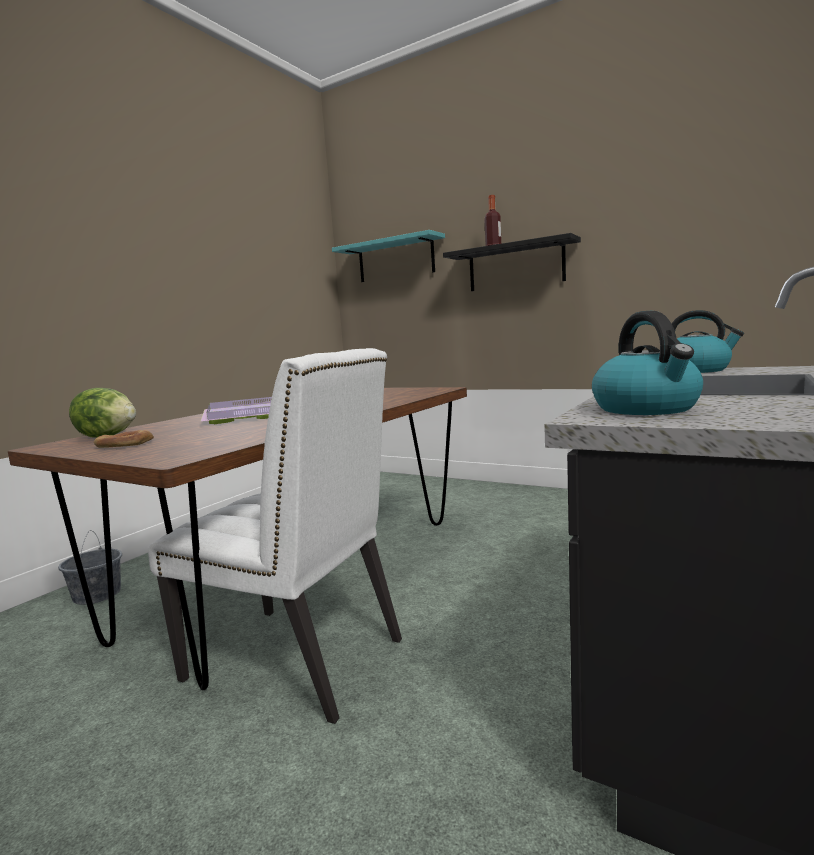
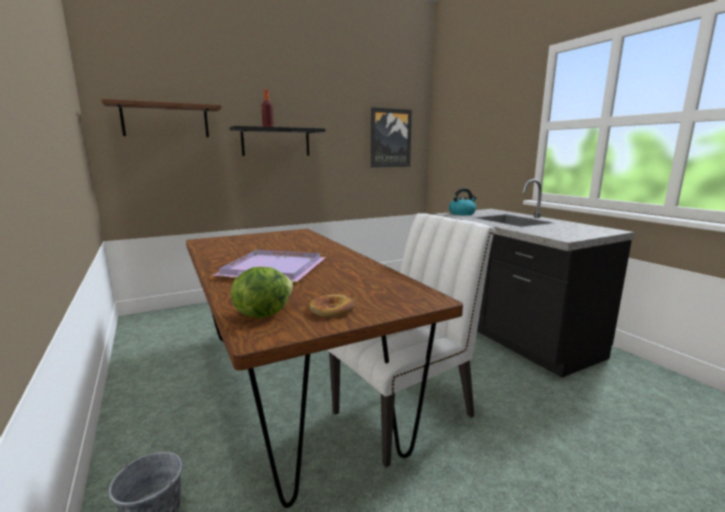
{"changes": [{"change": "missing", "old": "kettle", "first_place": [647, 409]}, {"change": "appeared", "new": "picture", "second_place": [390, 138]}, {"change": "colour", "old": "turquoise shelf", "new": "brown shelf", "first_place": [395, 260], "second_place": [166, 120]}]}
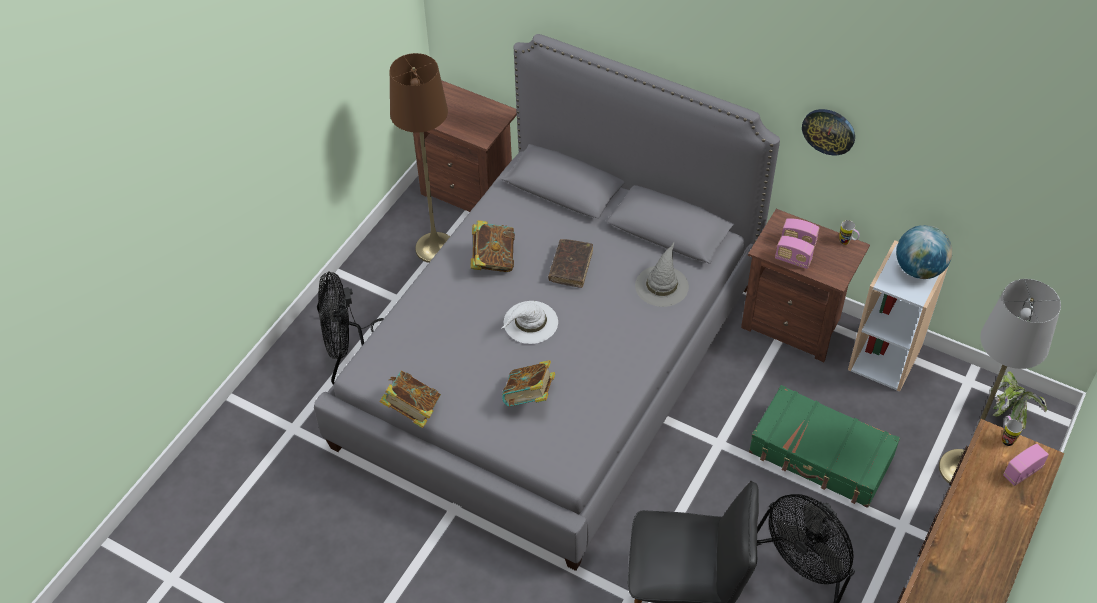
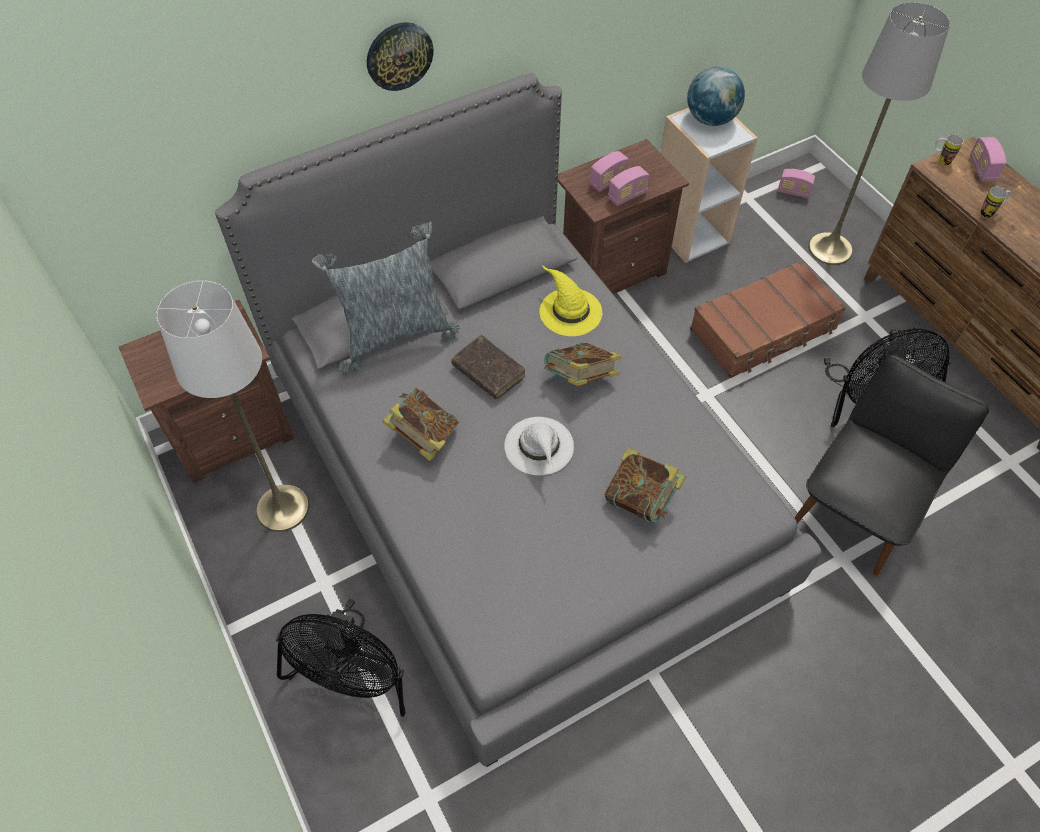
{"changes": [{"change": "appeared", "new": "pillow", "second_place": [394, 340]}, {"change": "relocated", "old": "book", "first_place": [412, 410], "second_place": [580, 379]}, {"change": "relocated", "old": "wall clock", "first_place": [829, 131], "second_place": [399, 55]}, {"change": "relocated", "old": "mug", "first_place": [847, 243], "second_place": [990, 212]}, {"change": "exchanged", "old": "potted plant", "new": "radio", "first_place": [1009, 413], "second_place": [793, 192]}, {"change": "colour", "old": "brown floor lamp", "new": "white floor lamp", "first_place": [435, 247], "second_place": [282, 508]}, {"change": "colour", "old": "grey hat", "new": "yellow hat", "first_place": [661, 285], "second_place": [569, 311]}, {"change": "colour", "old": "green suitcase", "new": "brown suitcase", "first_place": [821, 455], "second_place": [764, 330]}]}
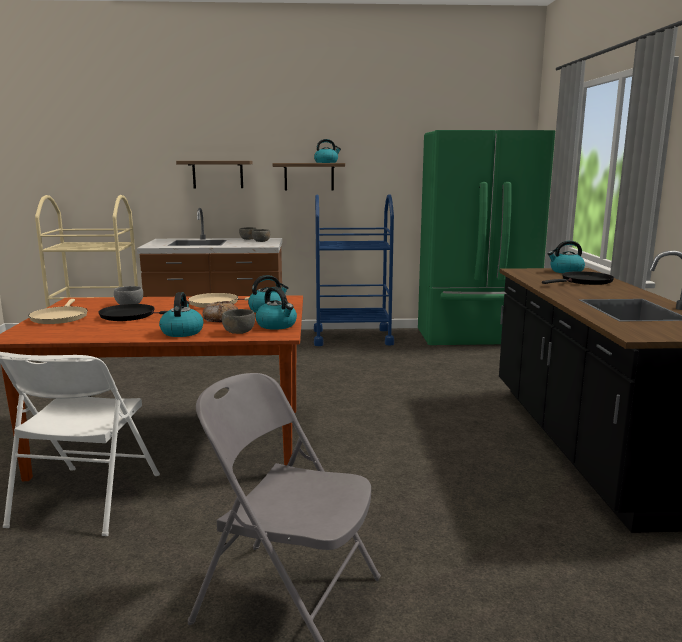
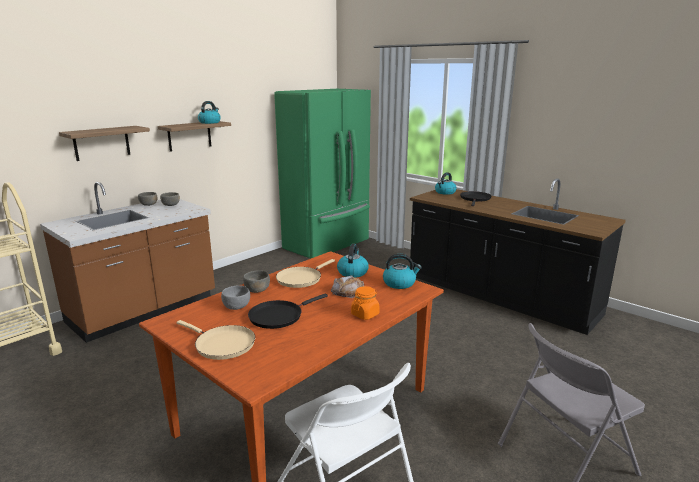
{"changes": [{"change": "missing", "old": "blue cart", "first_place": [352, 337]}, {"change": "relocated", "old": "grey bowl", "first_place": [238, 332], "second_place": [257, 290]}, {"change": "exchanged", "old": "kettle", "new": "orange jar", "first_place": [182, 332], "second_place": [365, 314]}]}
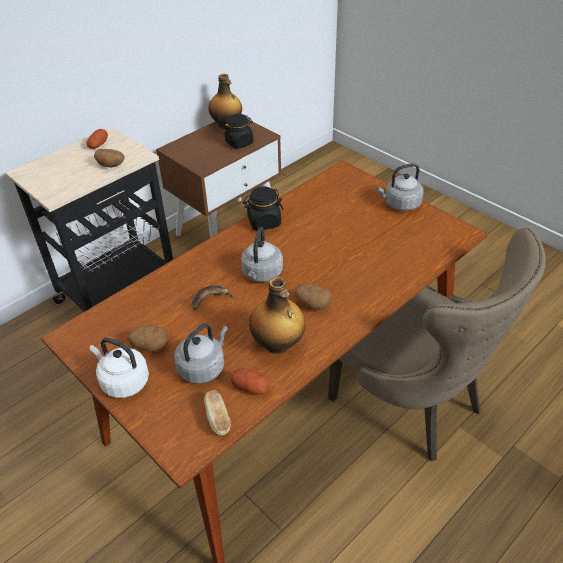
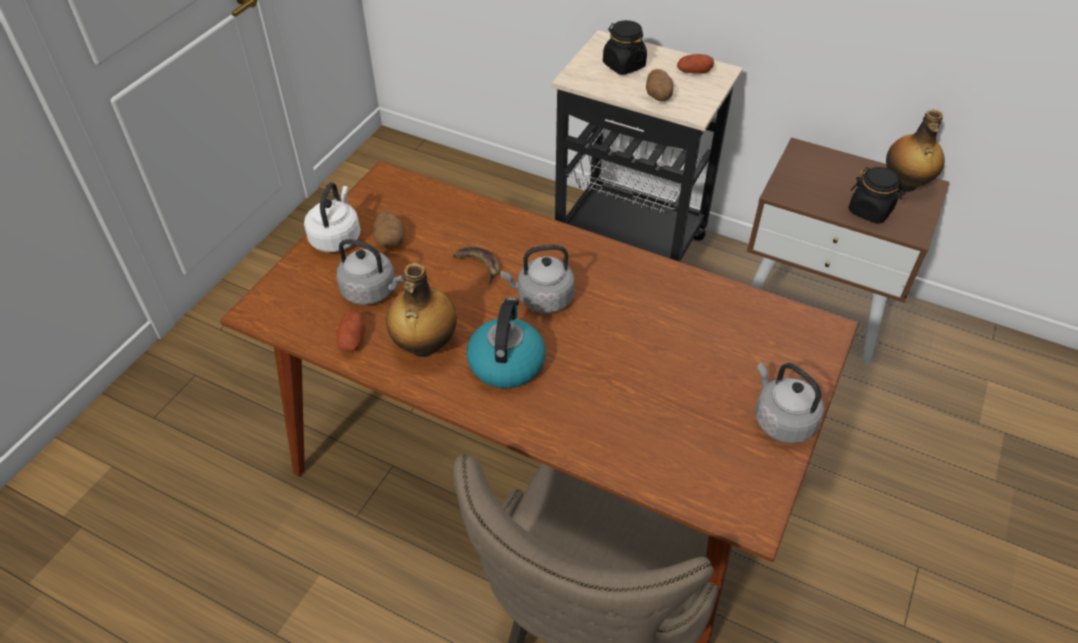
{"changes": [{"change": "missing", "old": "bread", "first_place": [218, 418]}, {"change": "relocated", "old": "black jar", "first_place": [264, 222], "second_place": [623, 65]}, {"change": "exchanged", "old": "potato", "new": "kettle", "first_place": [312, 304], "second_place": [506, 362]}]}
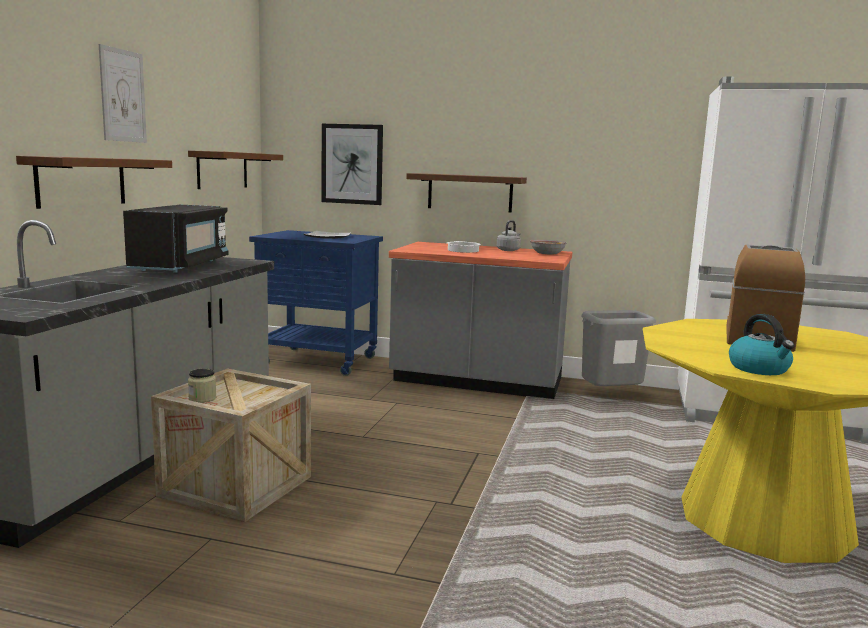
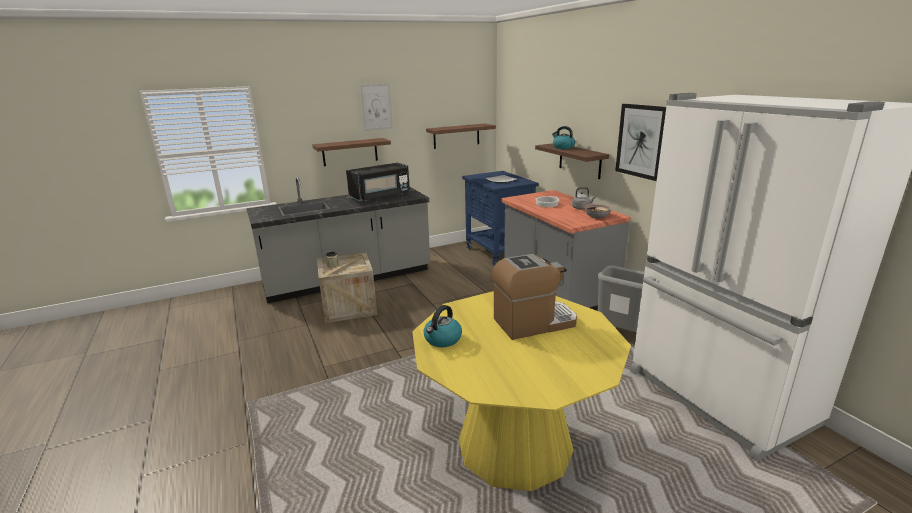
{"changes": [{"change": "appeared", "new": "kettle", "second_place": [563, 147]}, {"change": "relocated", "old": "picture", "first_place": [352, 164], "second_place": [641, 141]}]}
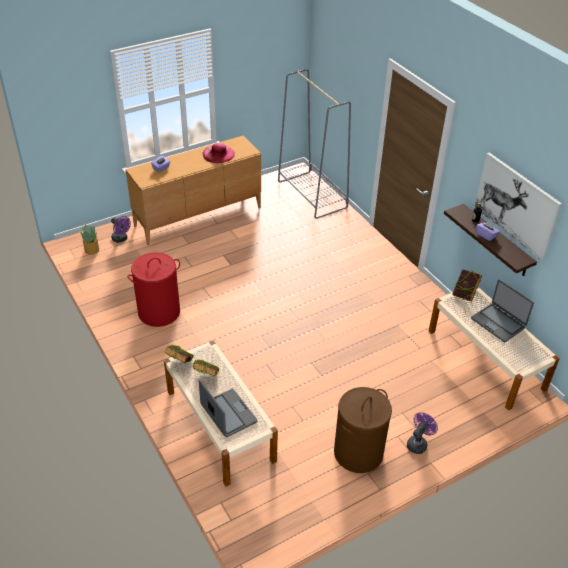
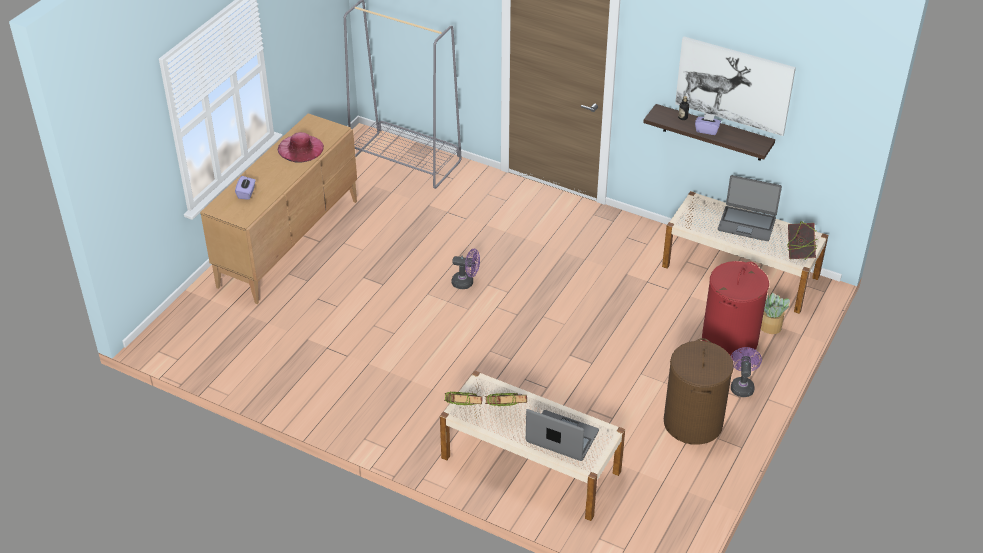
{"changes": [{"change": "relocated", "old": "potted plant", "first_place": [91, 250], "second_place": [770, 327]}, {"change": "relocated", "old": "purple fan", "first_place": [121, 239], "second_place": [466, 282]}, {"change": "relocated", "old": "red laundry basket", "first_place": [159, 312], "second_place": [729, 340]}, {"change": "relocated", "old": "book", "first_place": [464, 295], "second_place": [799, 254]}]}
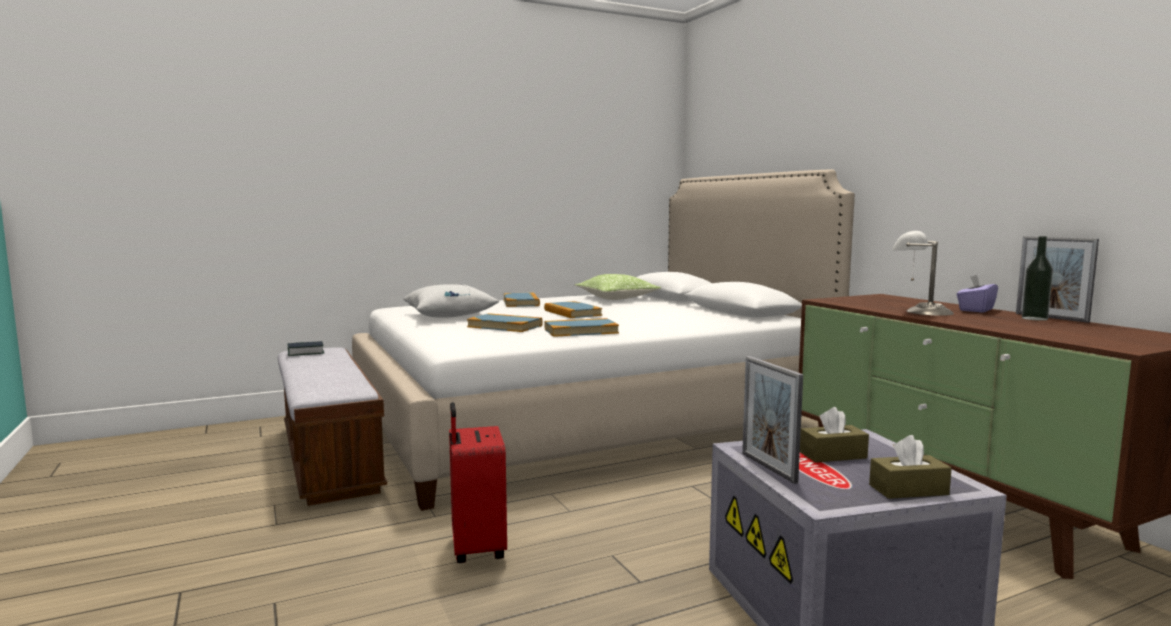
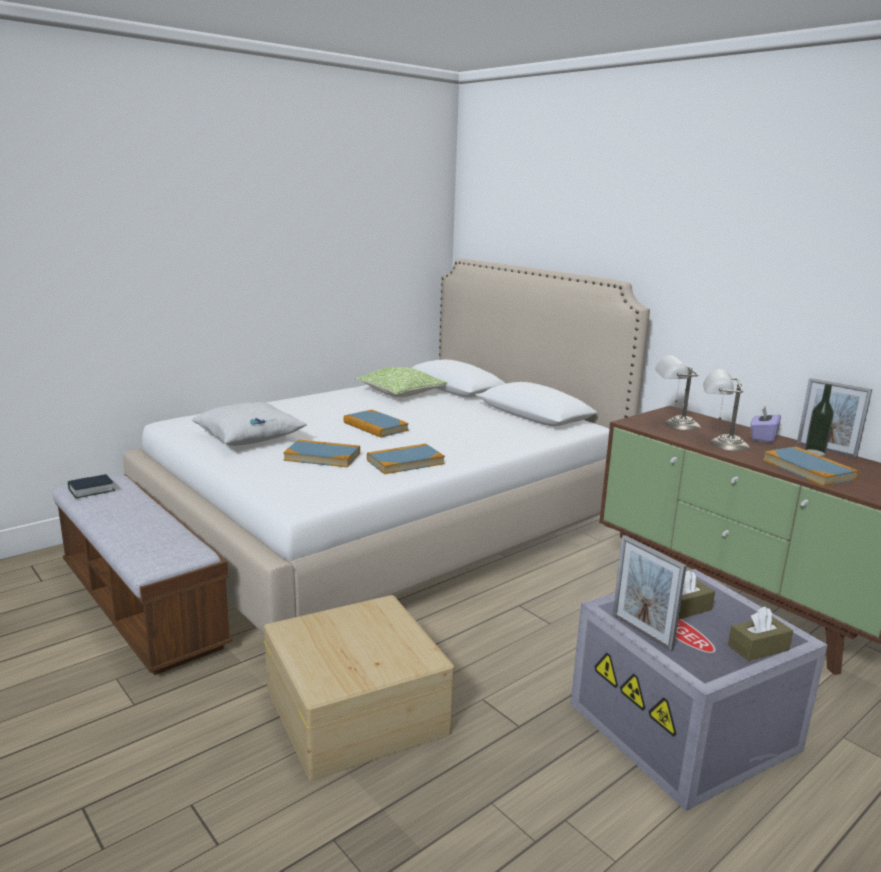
{"changes": [{"change": "appeared", "new": "white table lamp", "second_place": [675, 424]}, {"change": "relocated", "old": "book", "first_place": [521, 302], "second_place": [808, 469]}, {"change": "exchanged", "old": "red suitcase", "new": "beige storage box", "first_place": [476, 549], "second_place": [355, 709]}]}
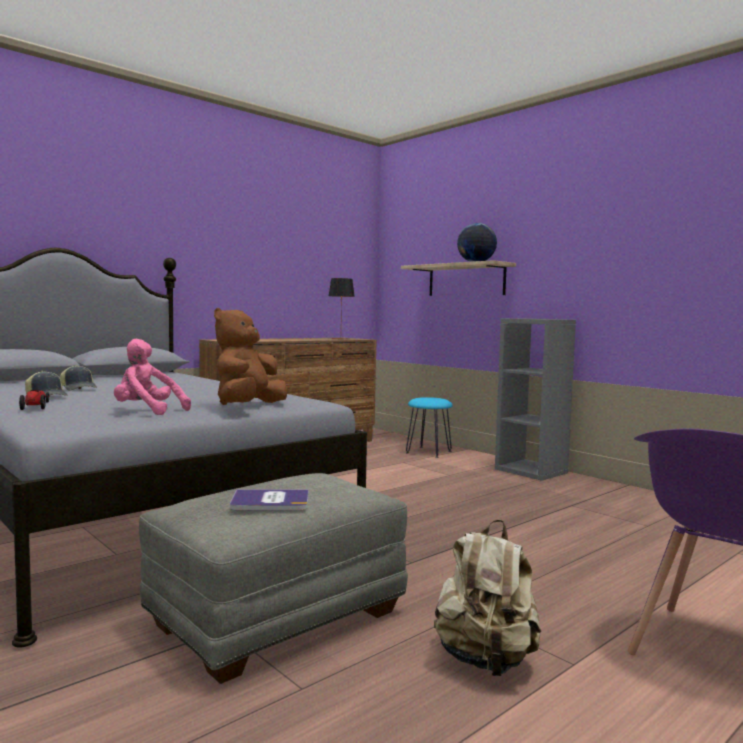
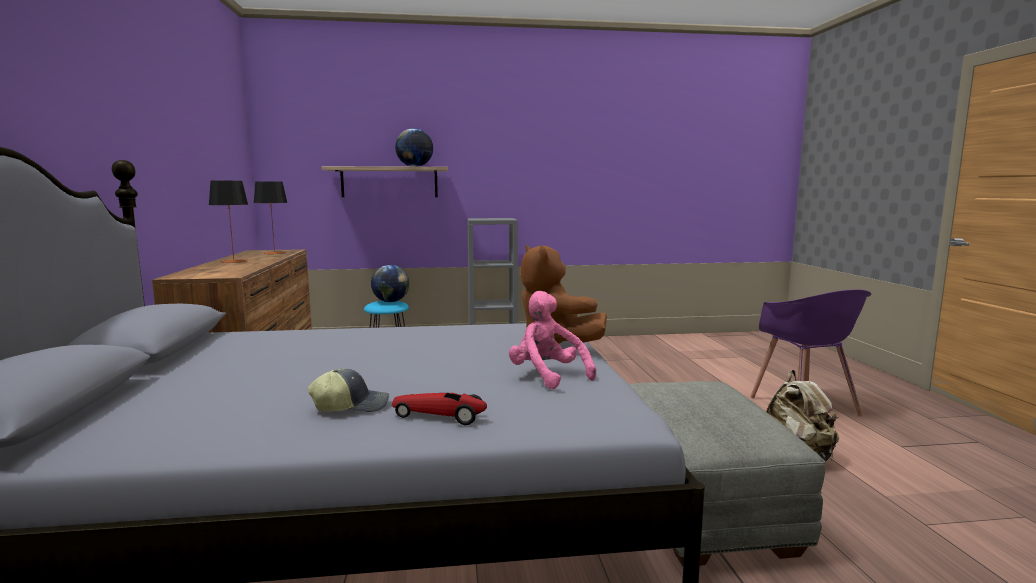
{"changes": [{"change": "missing", "old": "cap", "first_place": [79, 388]}, {"change": "missing", "old": "book", "first_place": [270, 501]}, {"change": "appeared", "new": "table lamp", "second_place": [233, 261]}, {"change": "appeared", "new": "globe", "second_place": [390, 301]}, {"change": "spun", "old": "pink plush toy", "first_place": [147, 412], "second_place": [547, 376], "degrees": 90}]}
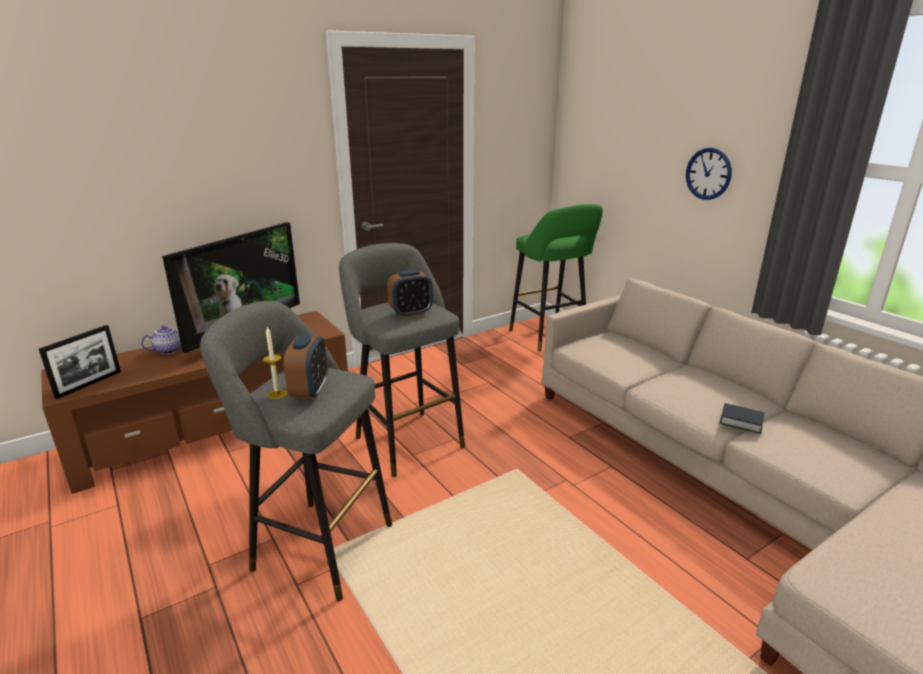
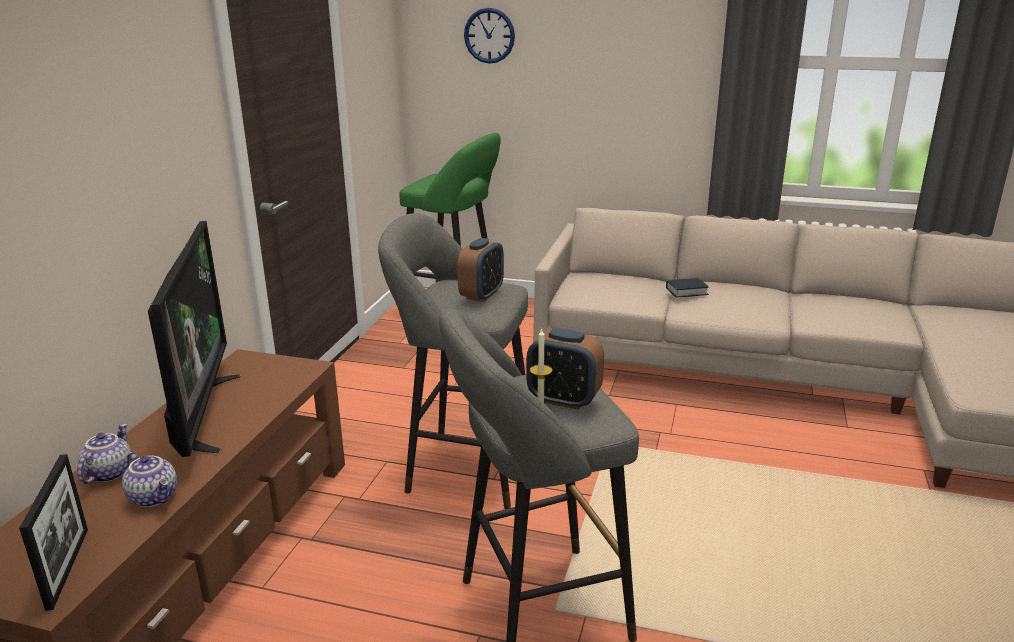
{"changes": [{"change": "appeared", "new": "teapot", "second_place": [155, 497]}, {"change": "relocated", "old": "wall clock", "first_place": [708, 173], "second_place": [489, 35]}, {"change": "relocated", "old": "book", "first_place": [740, 422], "second_place": [686, 291]}, {"change": "spun", "old": "alarm clock", "first_place": [310, 391], "second_place": [564, 400], "degrees": 150}]}
